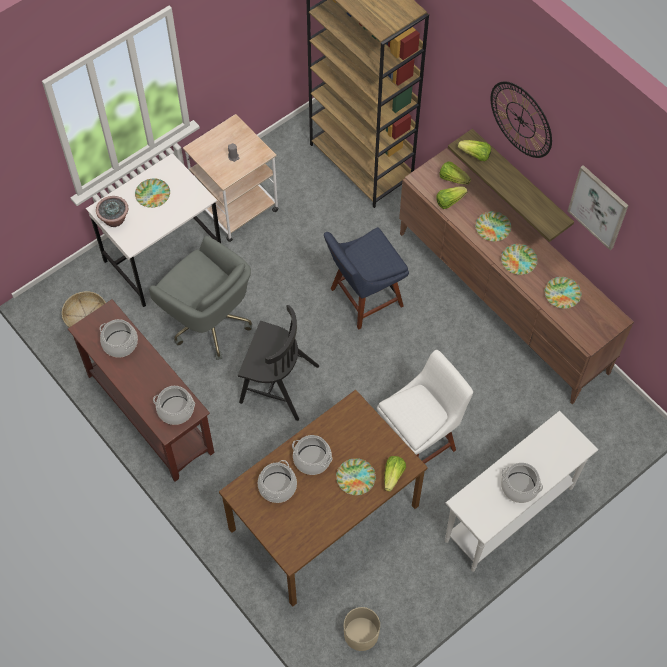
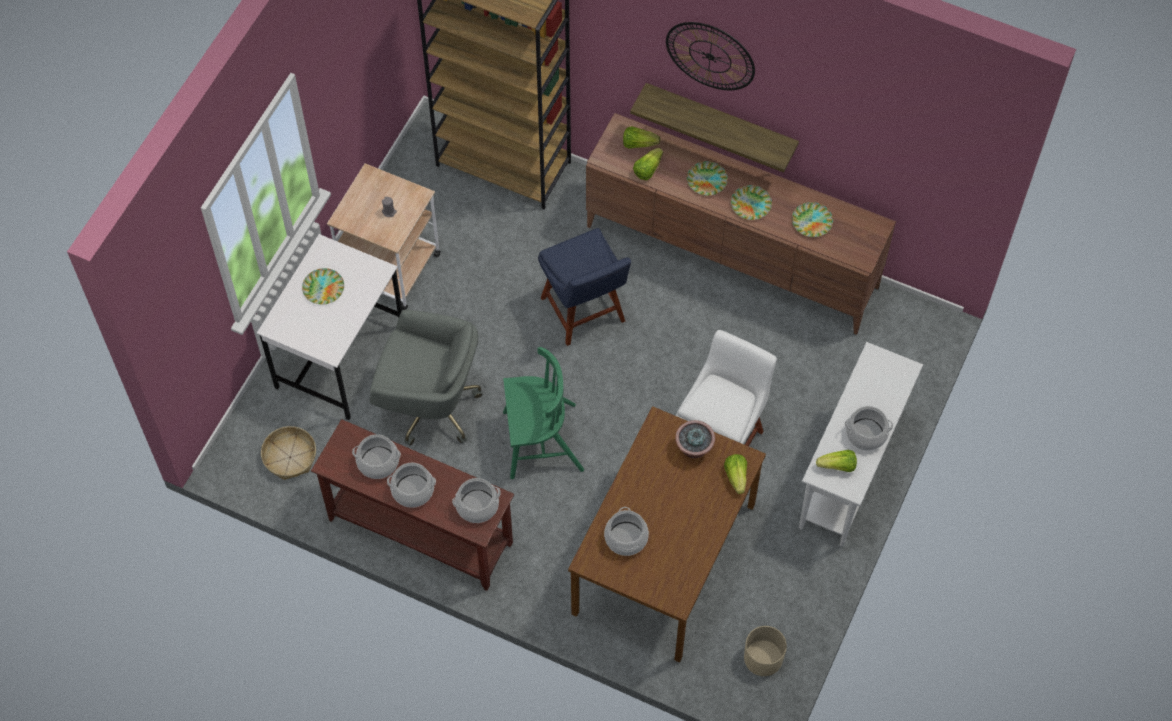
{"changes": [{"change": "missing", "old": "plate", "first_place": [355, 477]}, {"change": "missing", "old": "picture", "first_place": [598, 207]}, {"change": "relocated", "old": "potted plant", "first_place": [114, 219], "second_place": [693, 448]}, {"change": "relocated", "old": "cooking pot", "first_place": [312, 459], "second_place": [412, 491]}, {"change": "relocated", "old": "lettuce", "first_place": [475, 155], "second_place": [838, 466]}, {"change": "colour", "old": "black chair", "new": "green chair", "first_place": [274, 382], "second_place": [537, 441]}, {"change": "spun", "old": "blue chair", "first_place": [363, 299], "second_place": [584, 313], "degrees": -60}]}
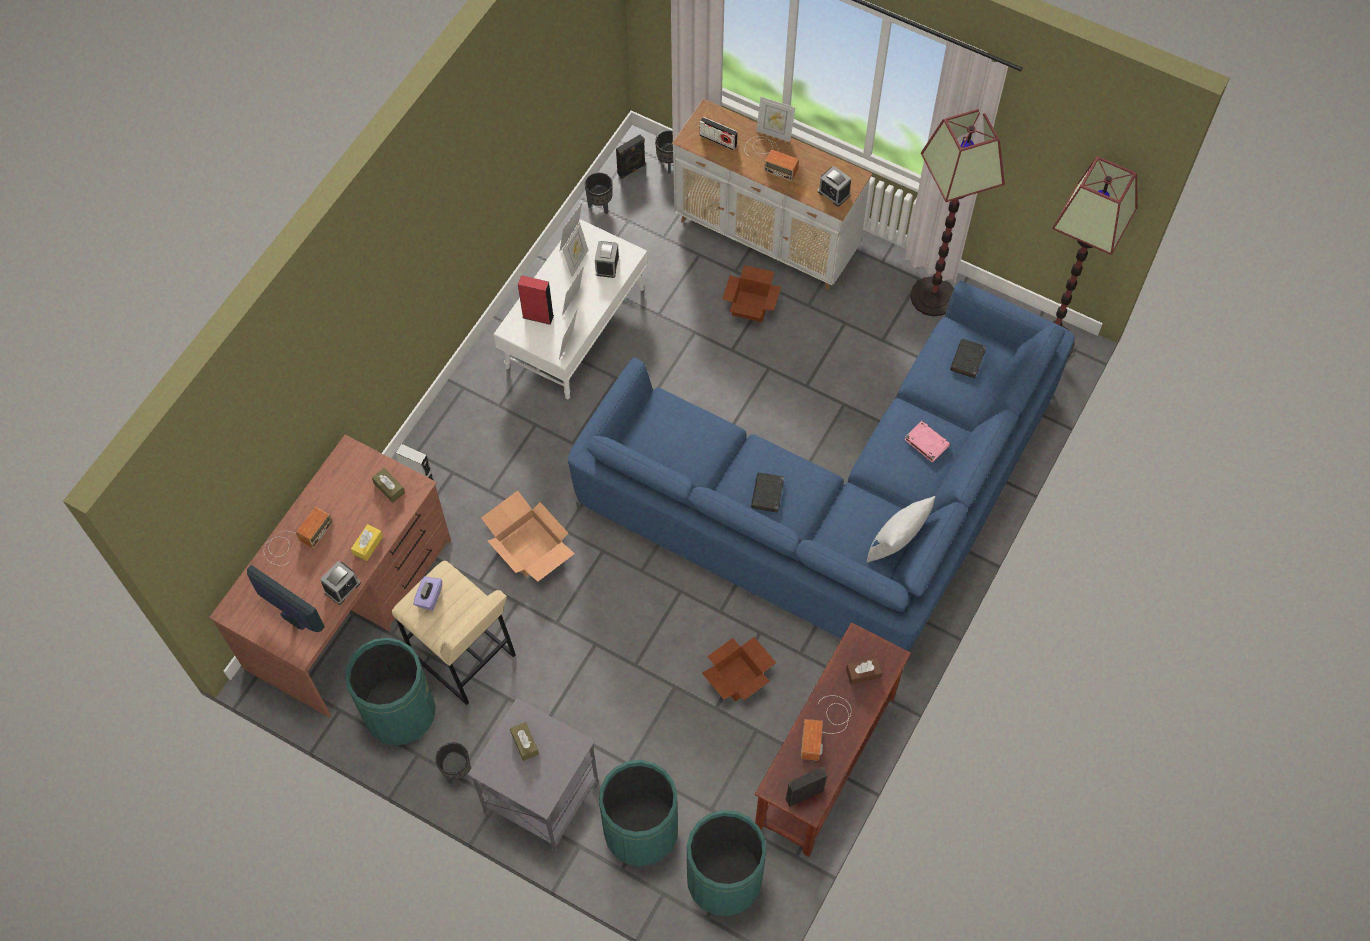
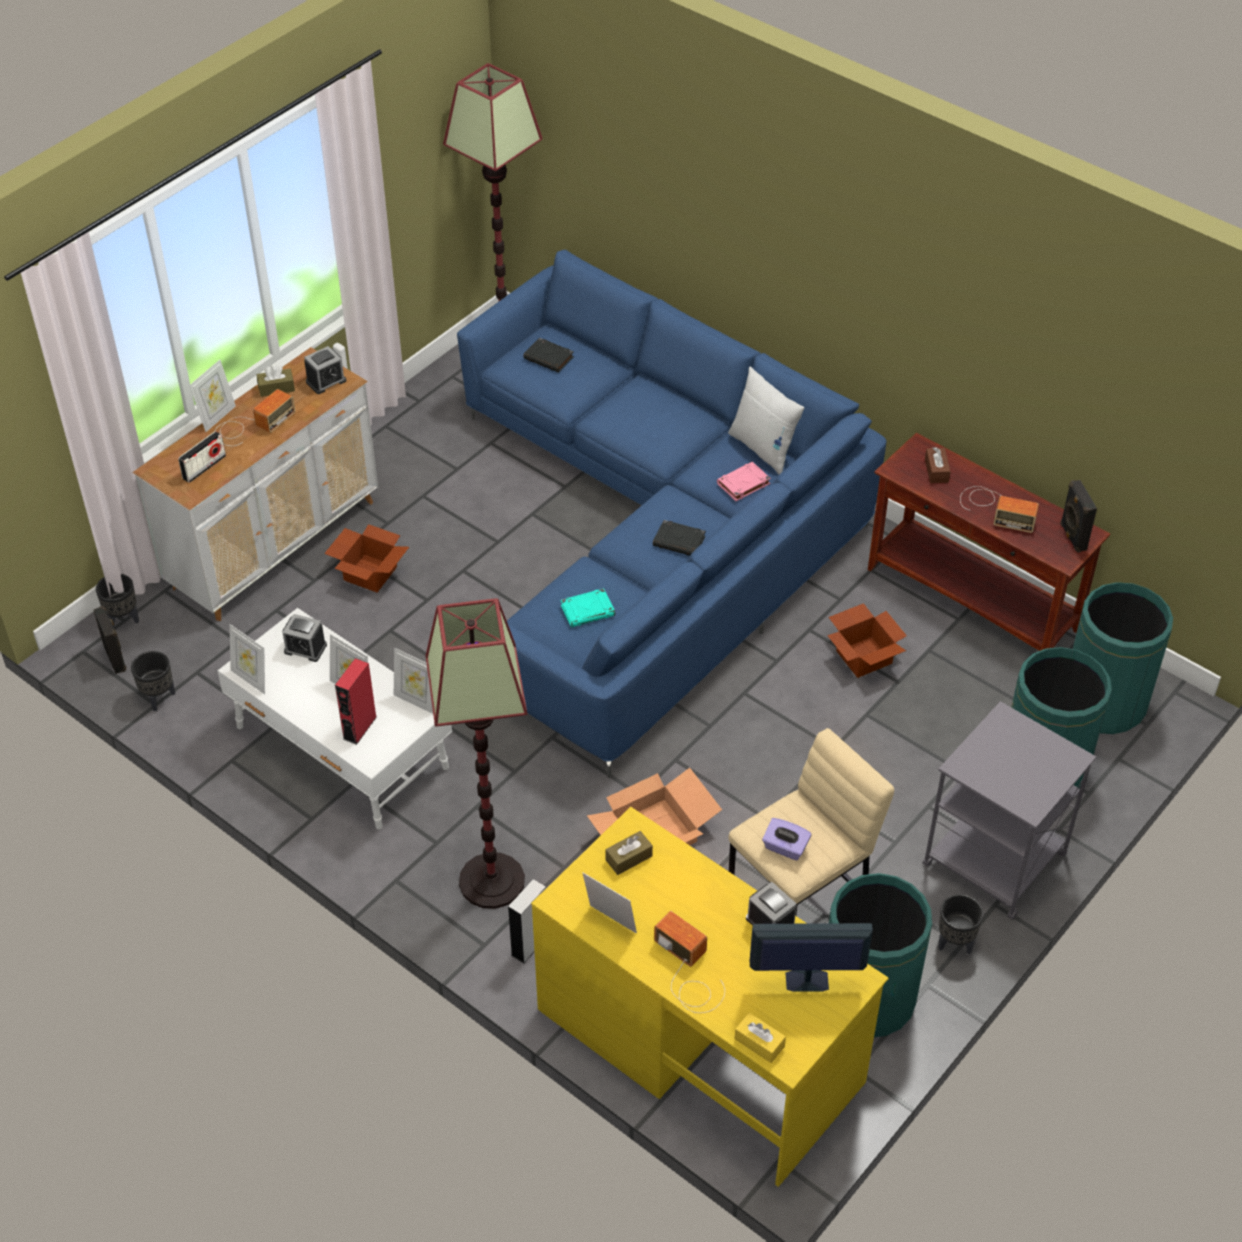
{"changes": [{"change": "appeared", "new": "turquoise book", "second_place": [588, 610]}, {"change": "relocated", "old": "yellow tissue box", "first_place": [368, 545], "second_place": [759, 1042]}, {"change": "relocated", "old": "brown tissue box", "first_place": [525, 743], "second_place": [276, 388]}, {"change": "relocated", "old": "picture frame", "first_place": [576, 262], "second_place": [610, 923]}, {"change": "relocated", "old": "pink book", "first_place": [926, 442], "second_place": [743, 484]}, {"change": "relocated", "old": "floor lamp", "first_place": [933, 297], "second_place": [492, 880]}, {"change": "colour", "old": "brown desk", "new": "yellow desk", "first_place": [350, 604], "second_place": [700, 1043]}, {"change": "spun", "old": "monitor", "first_place": [295, 616], "second_place": [805, 981], "degrees": 45}]}
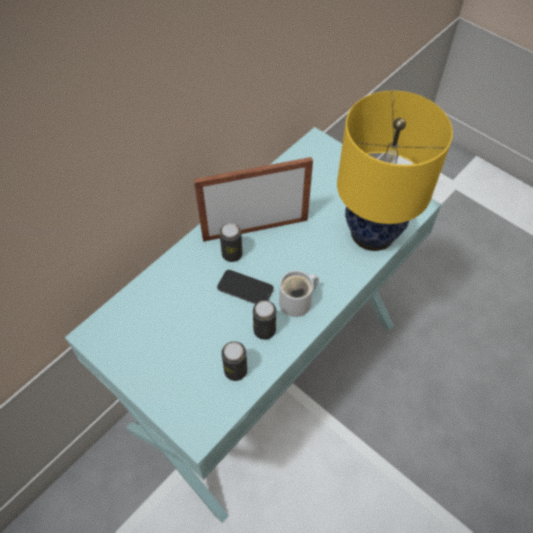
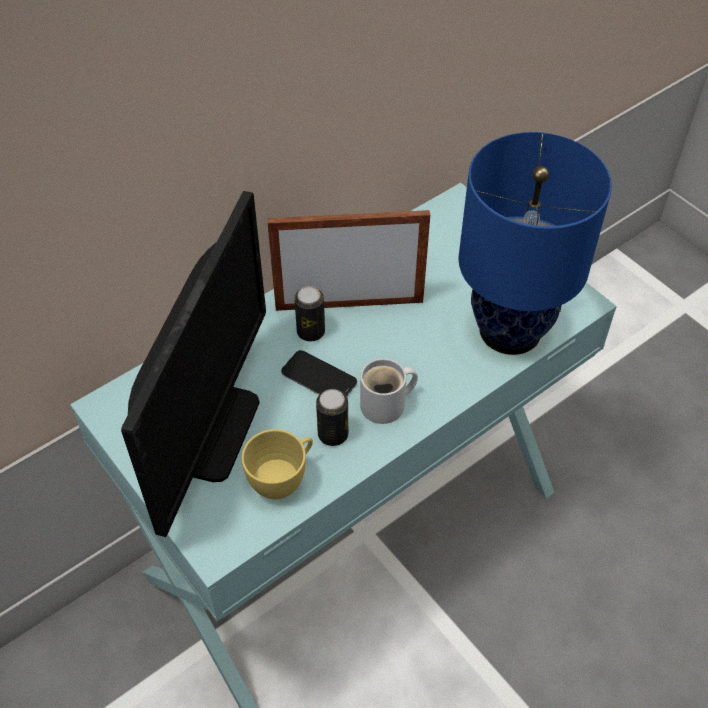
{"changes": [{"change": "appeared", "new": "monitor", "second_place": [210, 430]}, {"change": "exchanged", "old": "can", "new": "yellow cup", "first_place": [235, 370], "second_place": [283, 479]}, {"change": "colour", "old": "yellow table lamp", "new": "blue table lamp", "first_place": [372, 232], "second_place": [509, 330]}]}
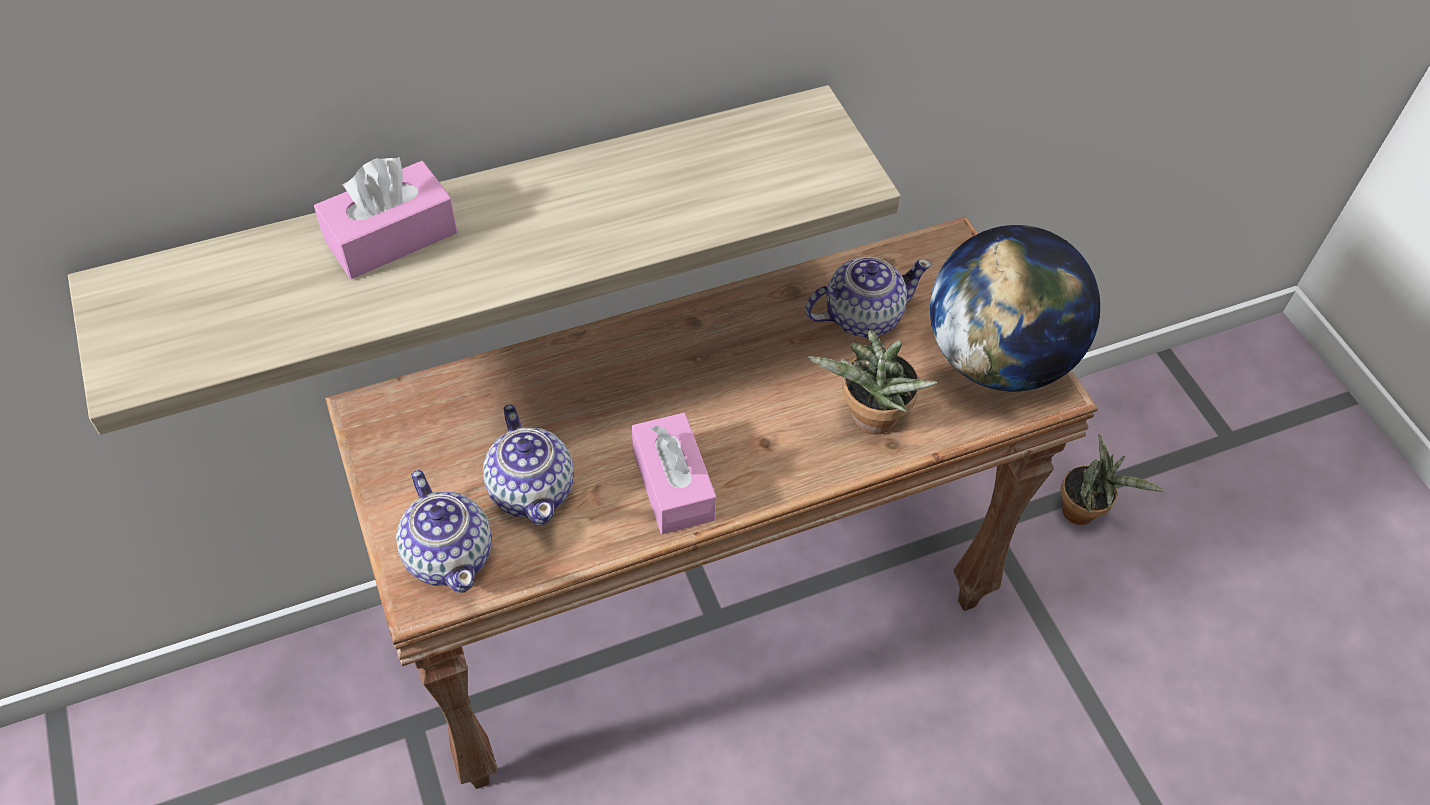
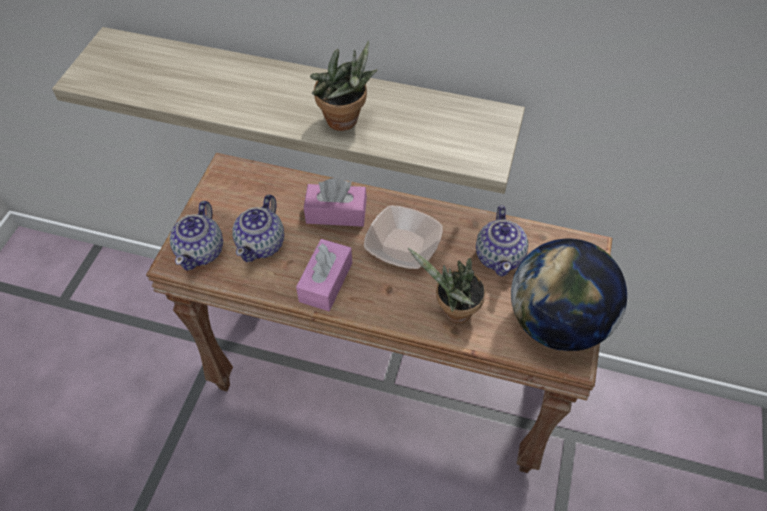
{"changes": [{"change": "appeared", "new": "bowl", "second_place": [403, 245]}, {"change": "relocated", "old": "pink tissue box", "first_place": [391, 237], "second_place": [336, 213]}, {"change": "relocated", "old": "potted plant", "first_place": [1084, 512], "second_place": [345, 123]}, {"change": "spun", "old": "teapot", "first_place": [861, 316], "second_place": [499, 256], "degrees": 75}]}
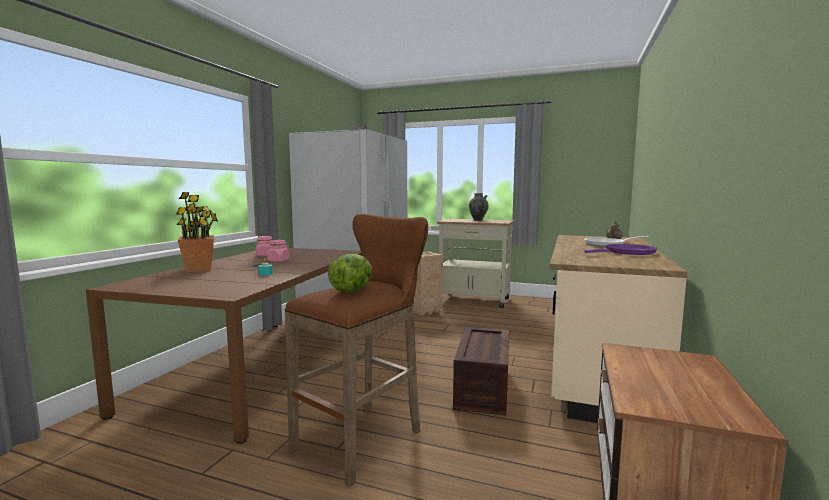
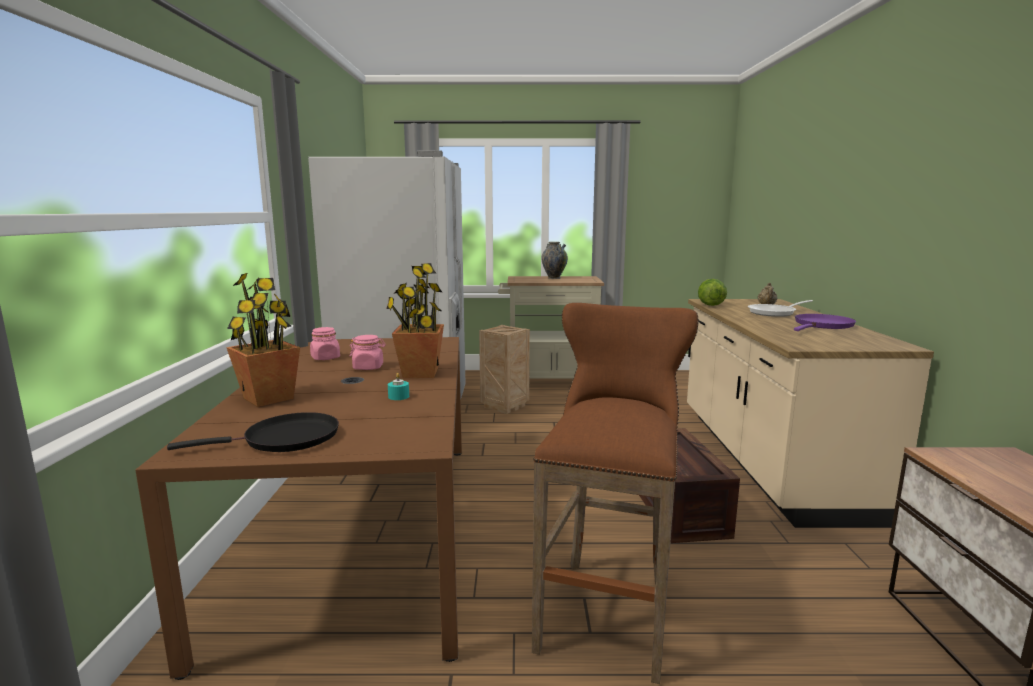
{"changes": [{"change": "appeared", "new": "black frying pan", "second_place": [285, 439]}, {"change": "appeared", "new": "potted plant", "second_place": [420, 373]}, {"change": "relocated", "old": "lettuce", "first_place": [352, 290], "second_place": [710, 305]}]}
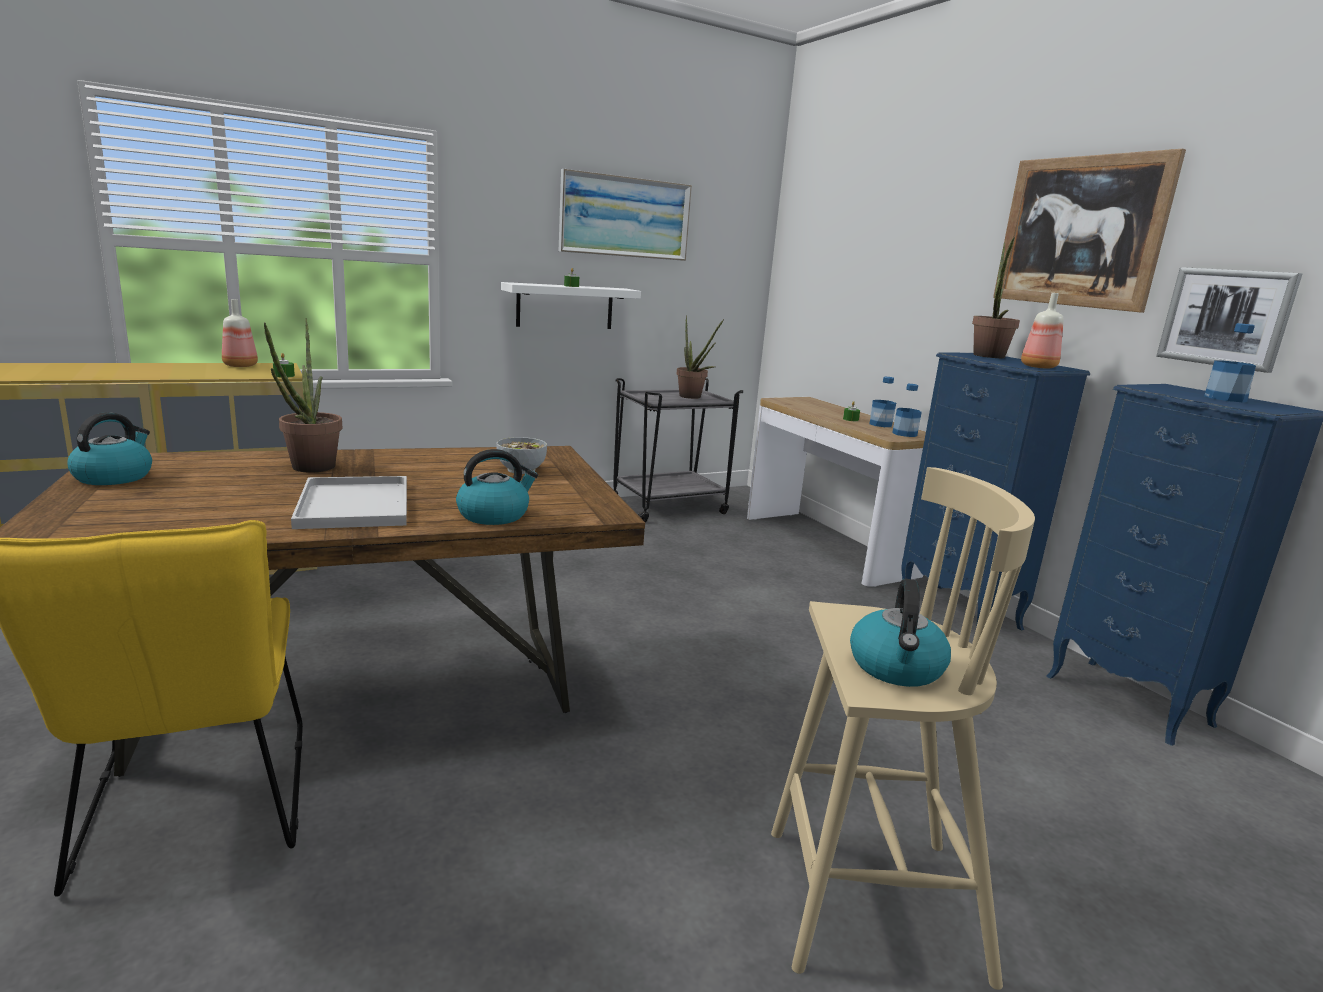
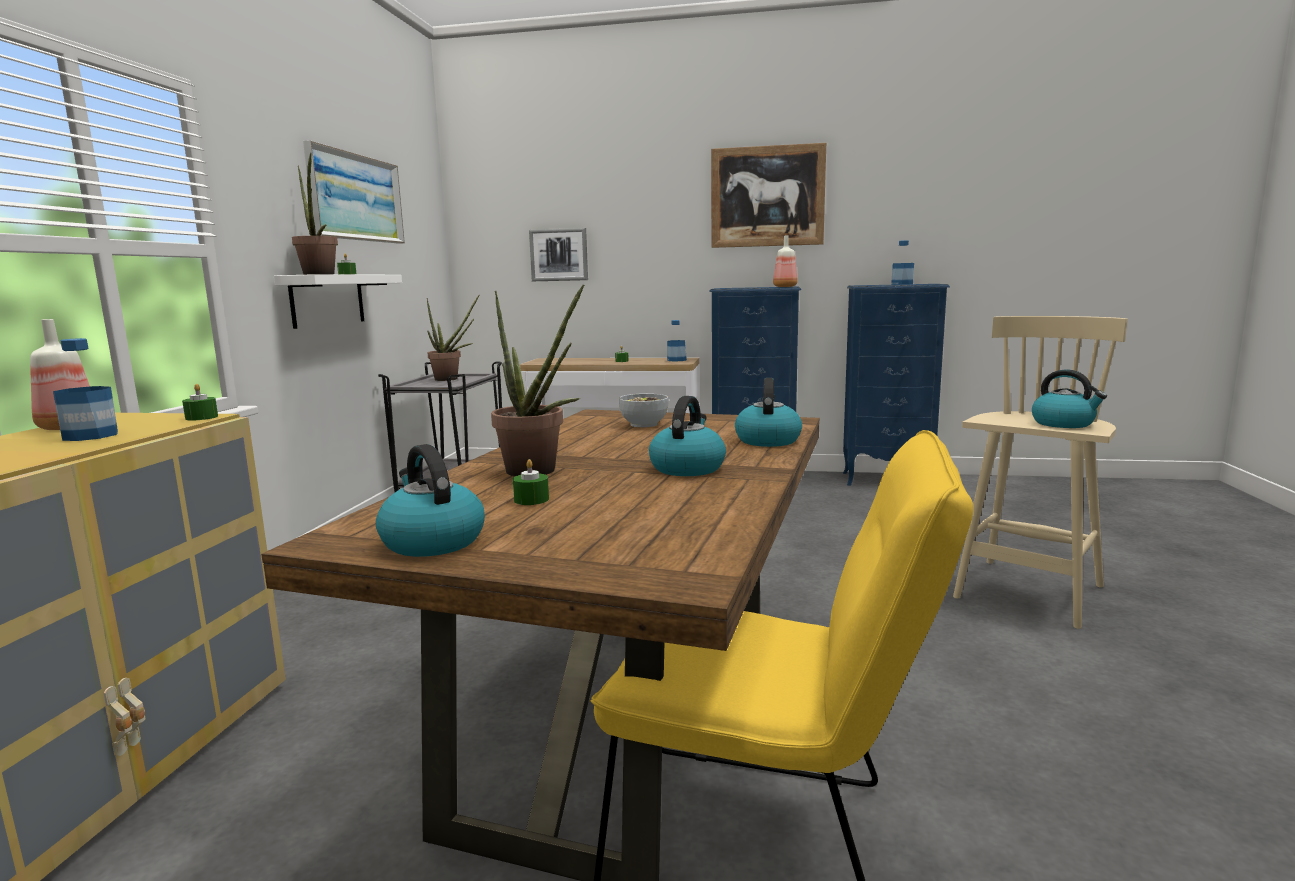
{"changes": [{"change": "appeared", "new": "green candle", "second_place": [531, 499]}, {"change": "relocated", "old": "bottle", "first_place": [880, 424], "second_place": [90, 436]}, {"change": "relocated", "old": "potted plant", "first_place": [988, 356], "second_place": [319, 274]}, {"change": "relocated", "old": "picture", "first_place": [1226, 318], "second_place": [559, 255]}, {"change": "exchanged", "old": "white tray", "new": "kettle", "first_place": [353, 504], "second_place": [687, 468]}]}
